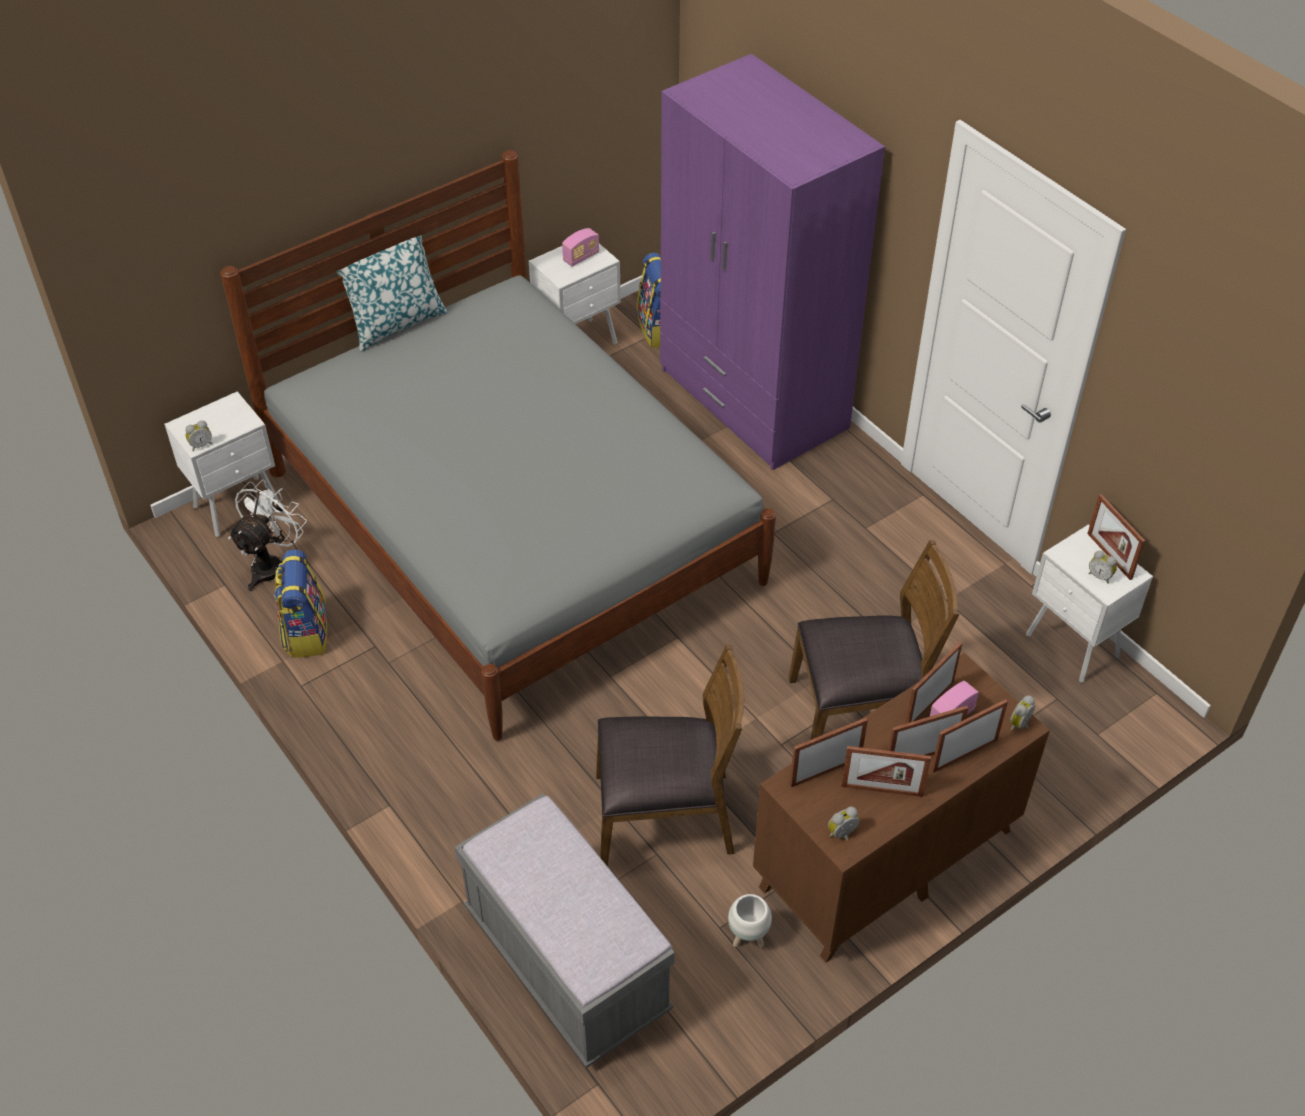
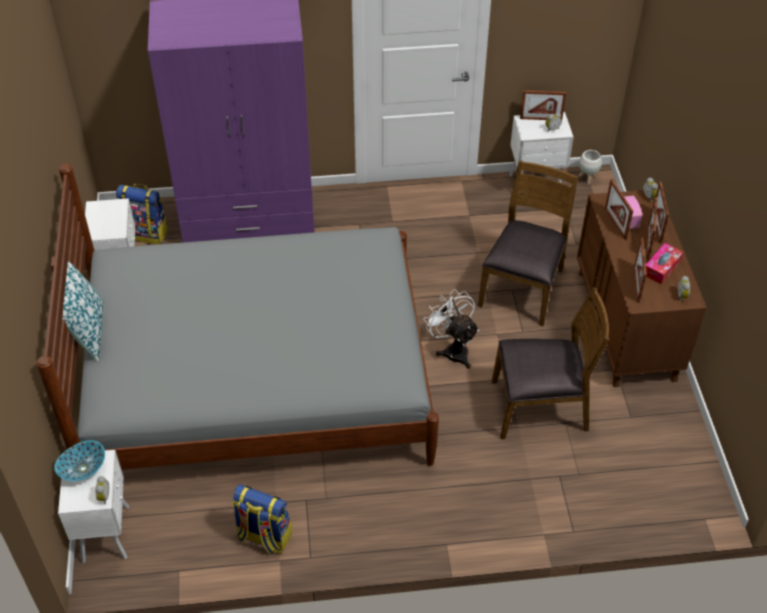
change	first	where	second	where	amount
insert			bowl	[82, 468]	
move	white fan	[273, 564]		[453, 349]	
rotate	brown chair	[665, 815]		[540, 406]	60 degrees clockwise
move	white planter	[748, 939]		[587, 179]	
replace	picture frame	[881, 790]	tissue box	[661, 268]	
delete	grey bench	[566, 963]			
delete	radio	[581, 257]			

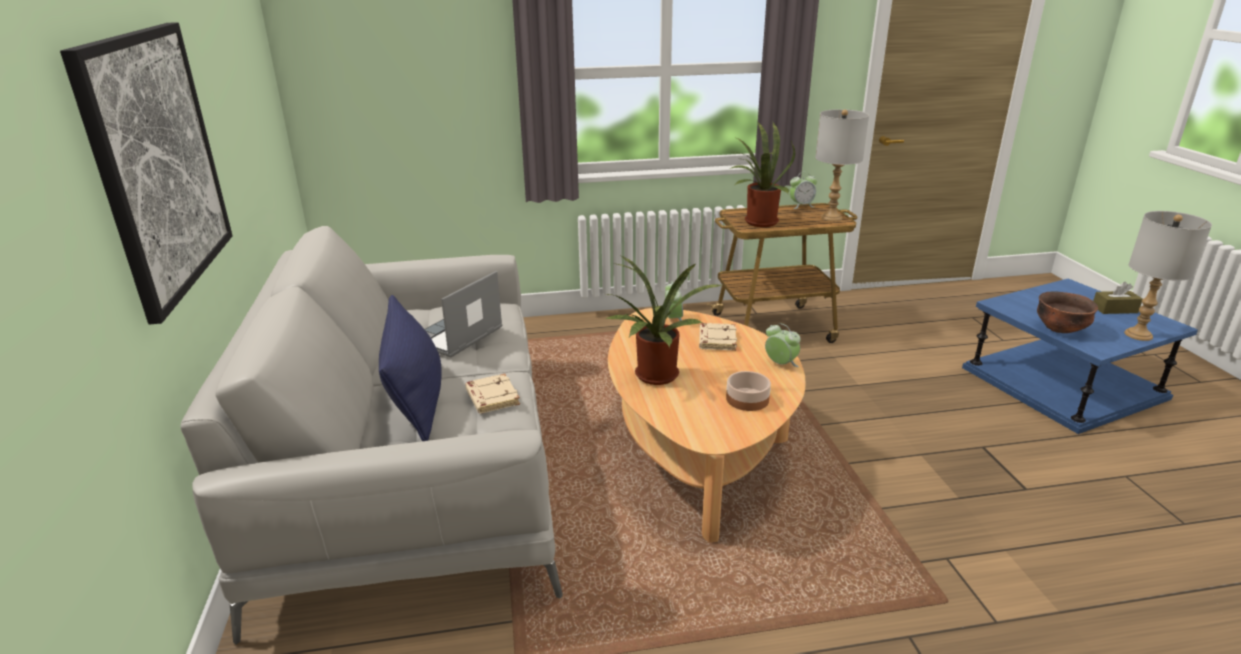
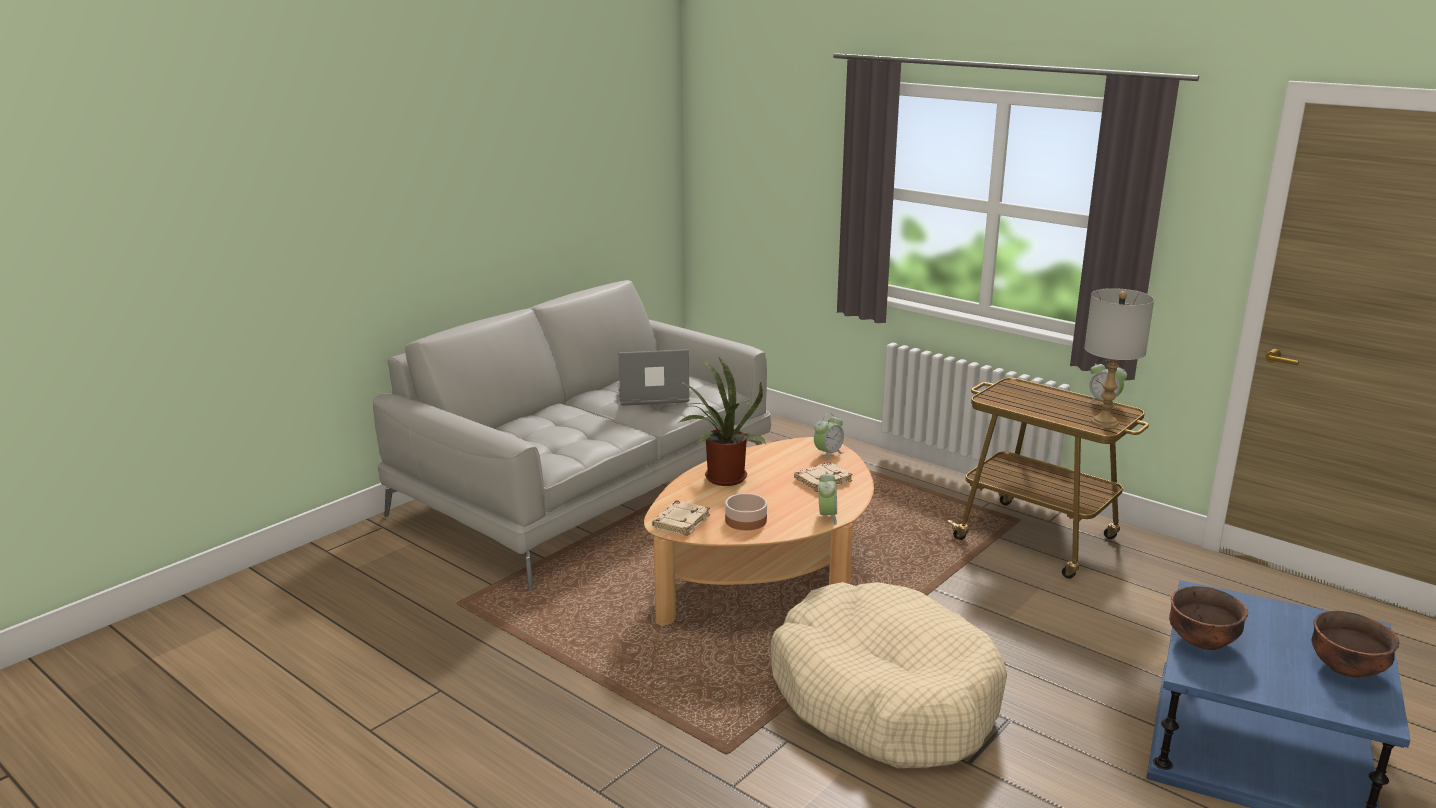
change	first	where	second	where	amount
move	beige book	[491, 398]		[680, 521]	
insert			beige dog bed	[884, 697]	
replace	brown tissue box	[1114, 309]	brown bowl	[1347, 669]	
delete	picture	[158, 163]			
delete	blue pillow	[416, 398]			
delete	potted plant	[757, 222]			
delete	grey table lamp	[1138, 335]			

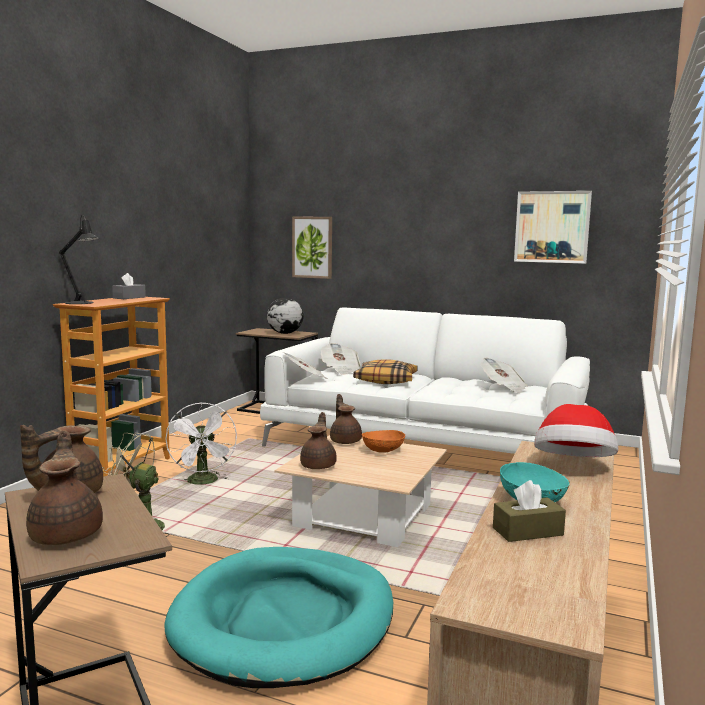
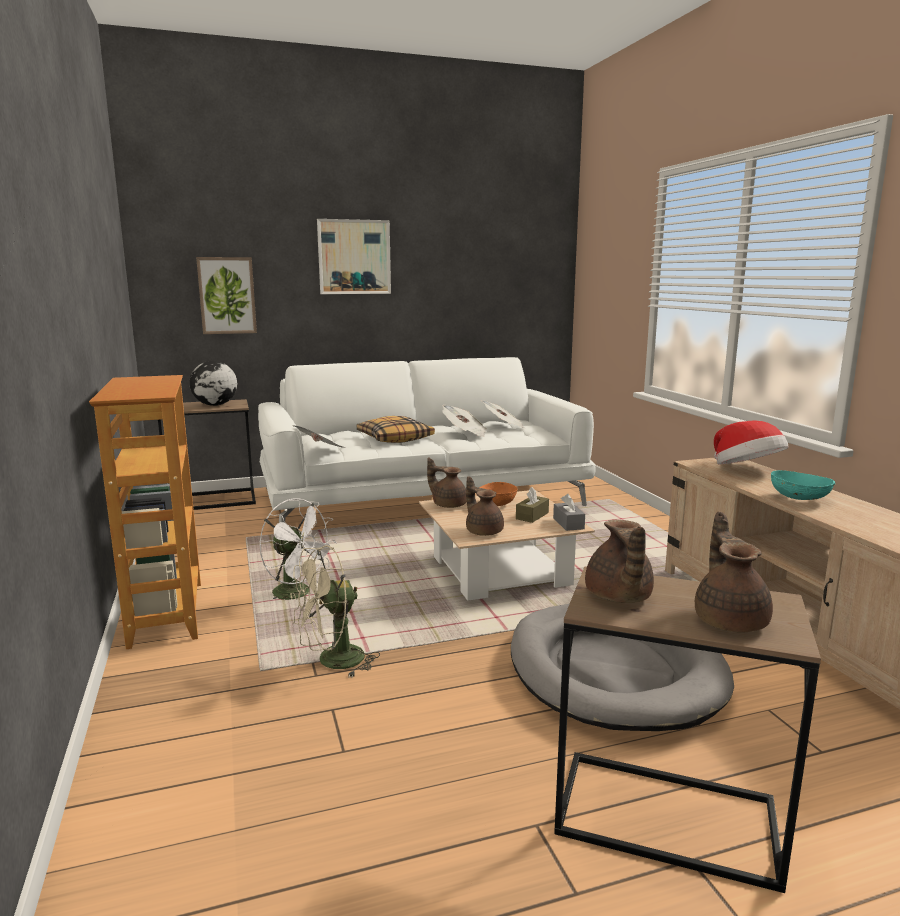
change	first	where	second	where	amount
move	picture	[552, 227]		[354, 257]	
move	newspaper	[340, 370]		[465, 433]	
recolor	turquoise dog bed	[284, 620]	grey dog bed	[614, 670]	
move	brown tissue box	[527, 531]		[532, 516]	
move	grey tissue box	[129, 297]		[568, 523]	
rotate	brown teapot	[67, 533]		[730, 619]	60 degrees clockwise
delete	black table lamp	[82, 303]			

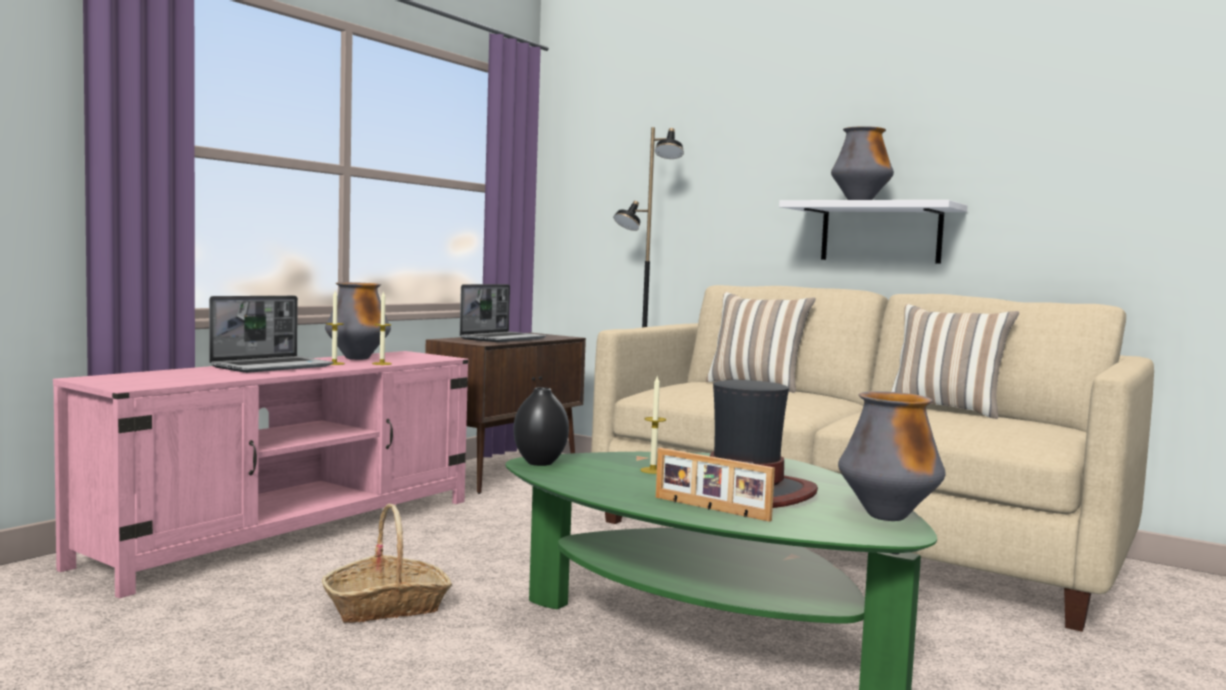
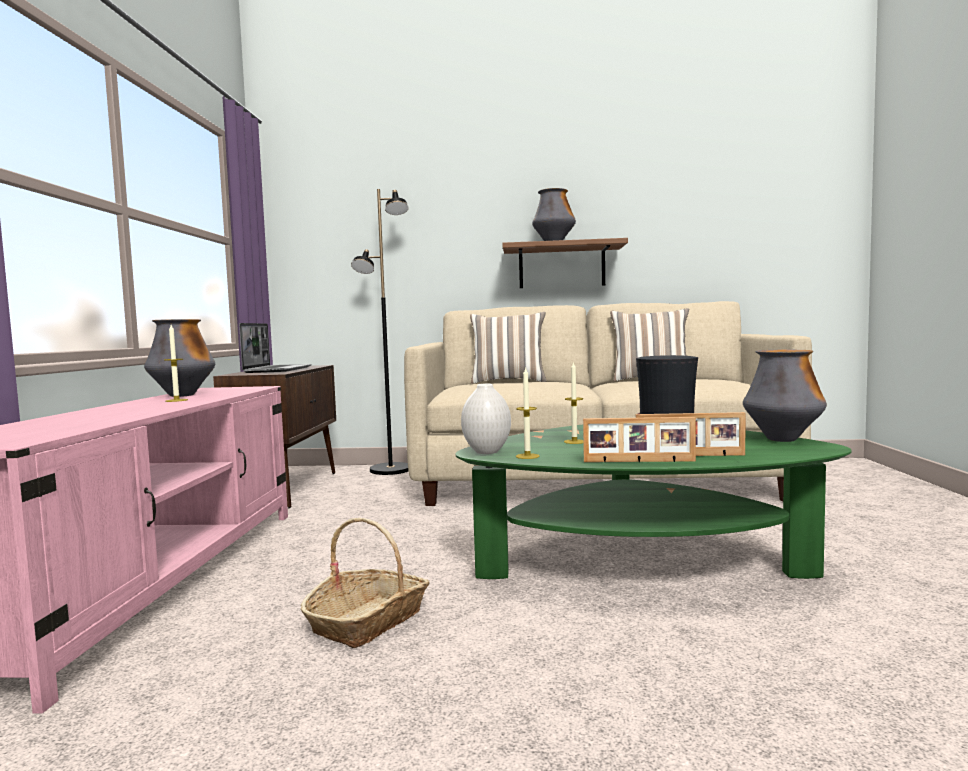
change	first	where	second	where	amount
recolor	black vase	[539, 463]	white vase	[486, 452]	
recolor	white shelf	[880, 233]	brown shelf	[561, 266]	
move	candle	[382, 363]		[527, 456]	
insert			picture frame	[639, 461]	
delete	laptop	[273, 367]			

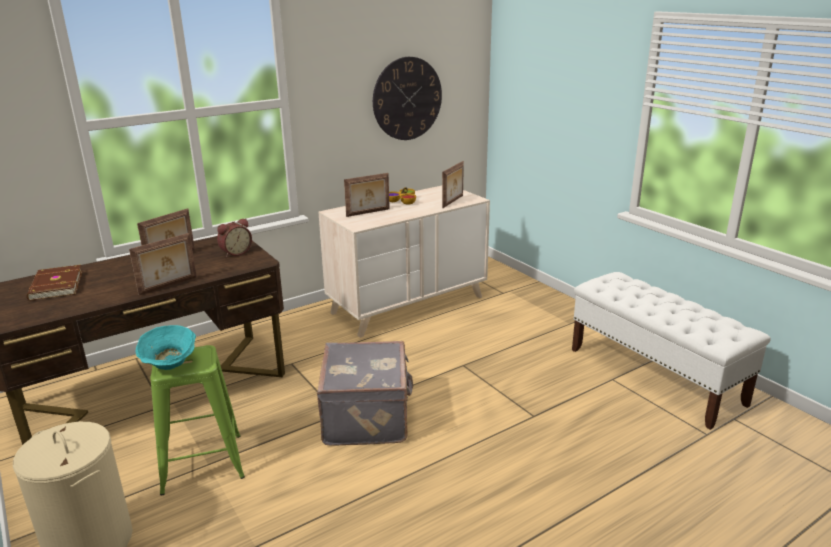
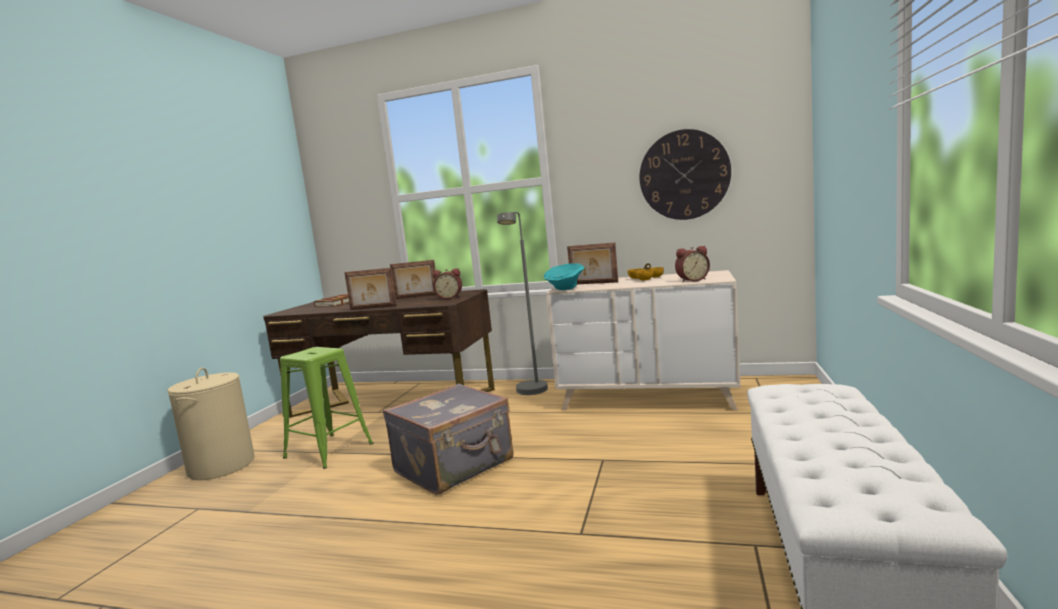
change	first	where	second	where	amount
insert			grey floor lamp	[531, 393]	
move	turquoise bowl	[170, 365]		[565, 289]	
replace	picture frame	[453, 201]	alarm clock	[692, 280]	

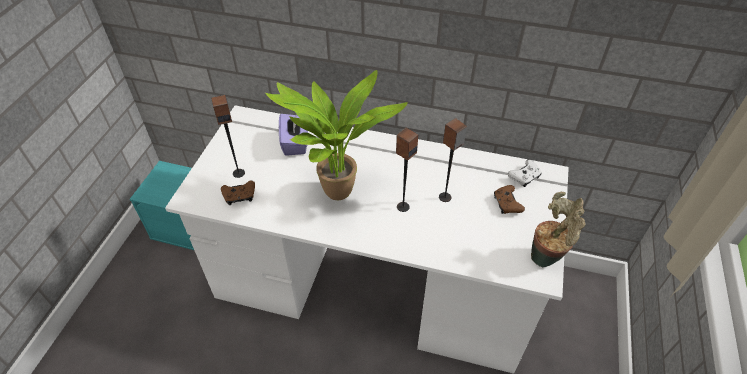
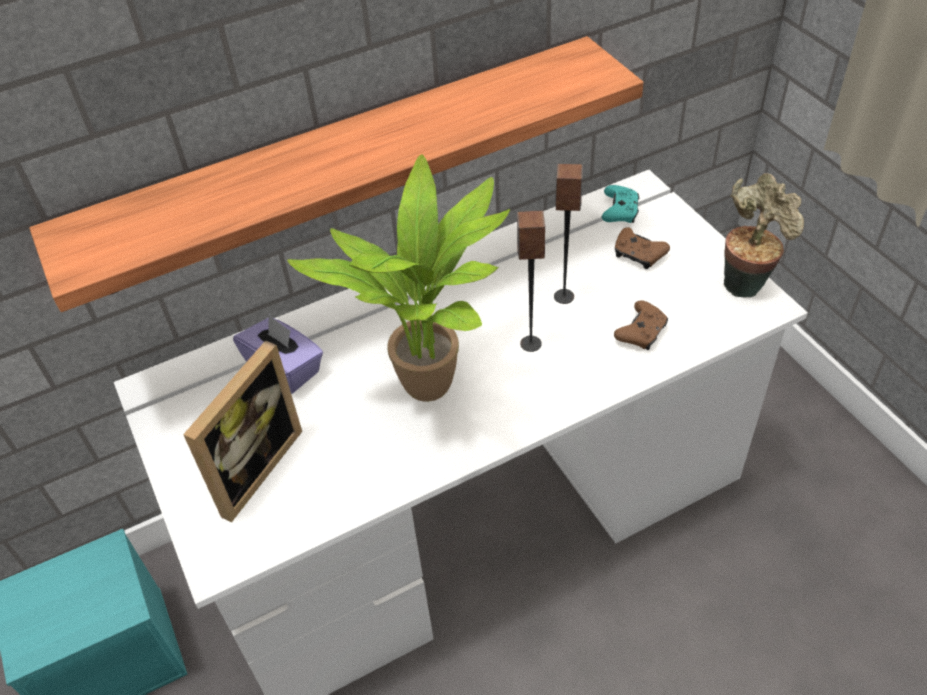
change	first	where	second	where	amount
insert			shelf	[340, 165]	
replace	speaker	[238, 173]	picture frame	[251, 467]	
recolor	white game controller	[524, 177]	turquoise game controller	[620, 211]	
move	brown game controller	[239, 196]		[641, 332]	

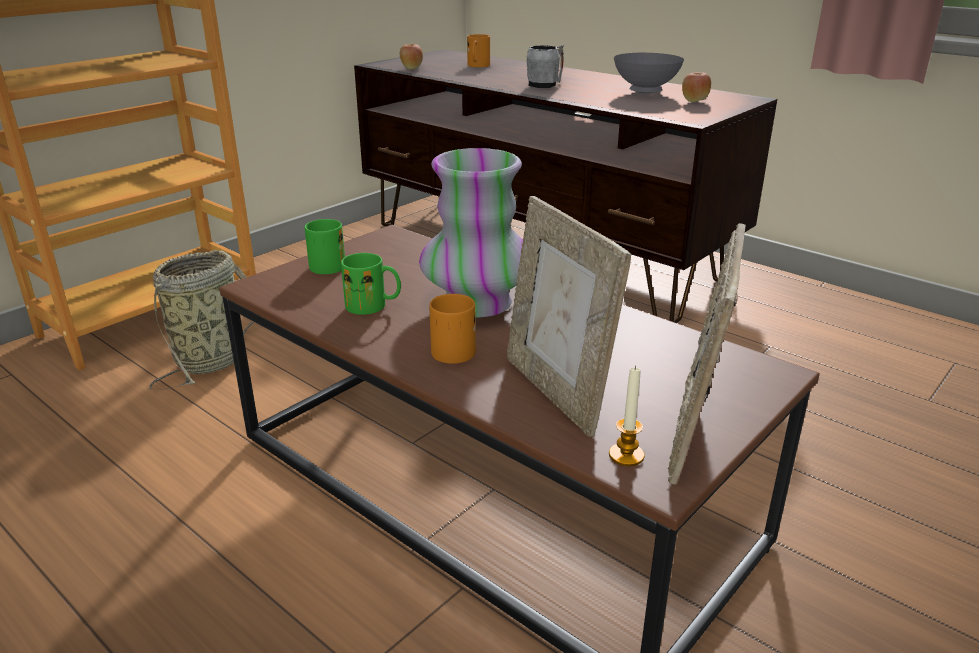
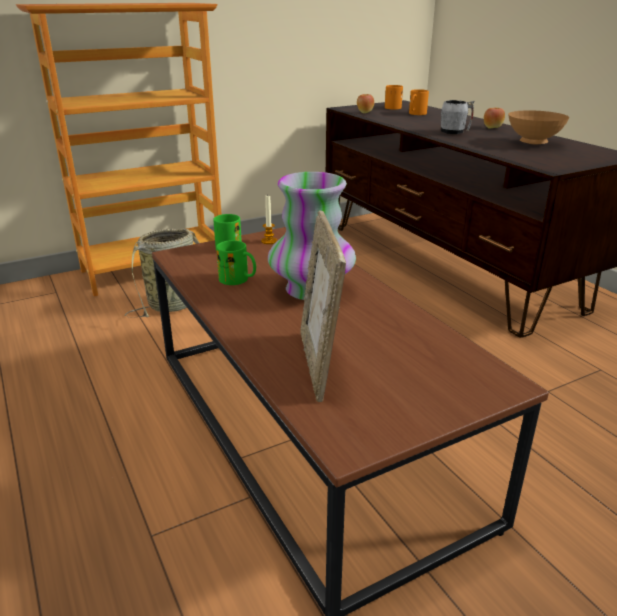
change	first	where	second	where	amount
move	candle	[626, 455]		[269, 241]	
move	orange mug	[448, 348]		[391, 107]	
move	apple	[694, 101]		[492, 128]	
recolor	grey bowl	[646, 92]	brown bowl	[534, 143]	
delete	picture frame	[695, 434]			

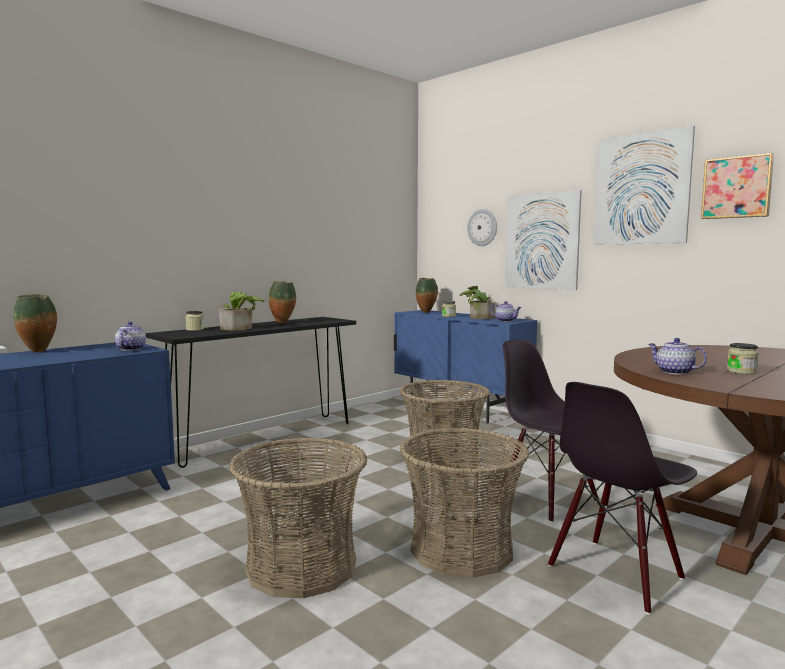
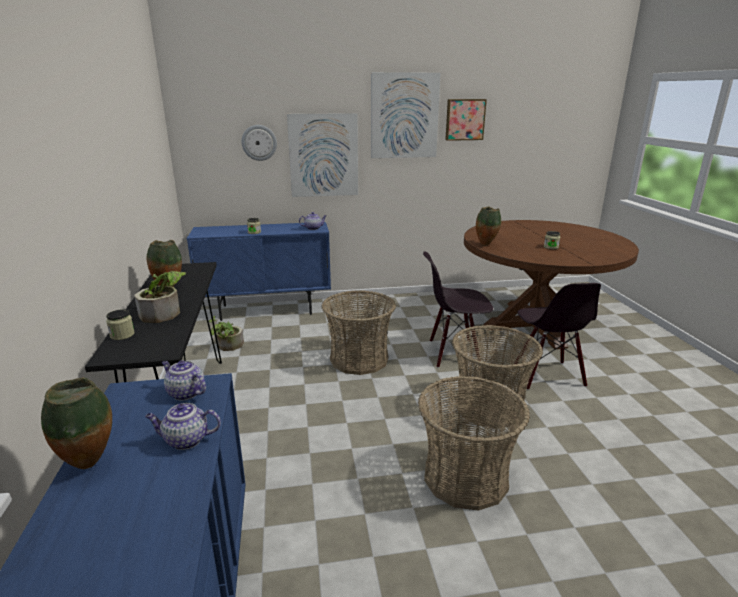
change	first	where	second	where	amount
move	teapot	[673, 372]		[185, 440]	
move	potted plant	[478, 317]		[227, 346]	
move	vase	[426, 312]		[486, 244]	

